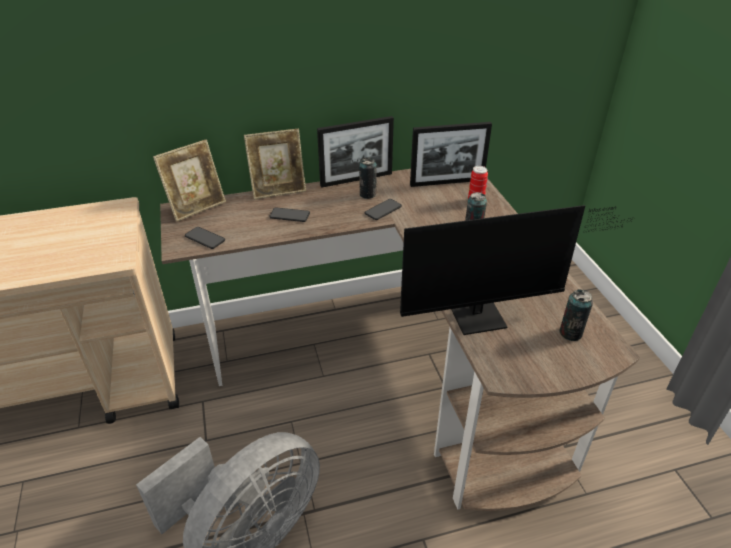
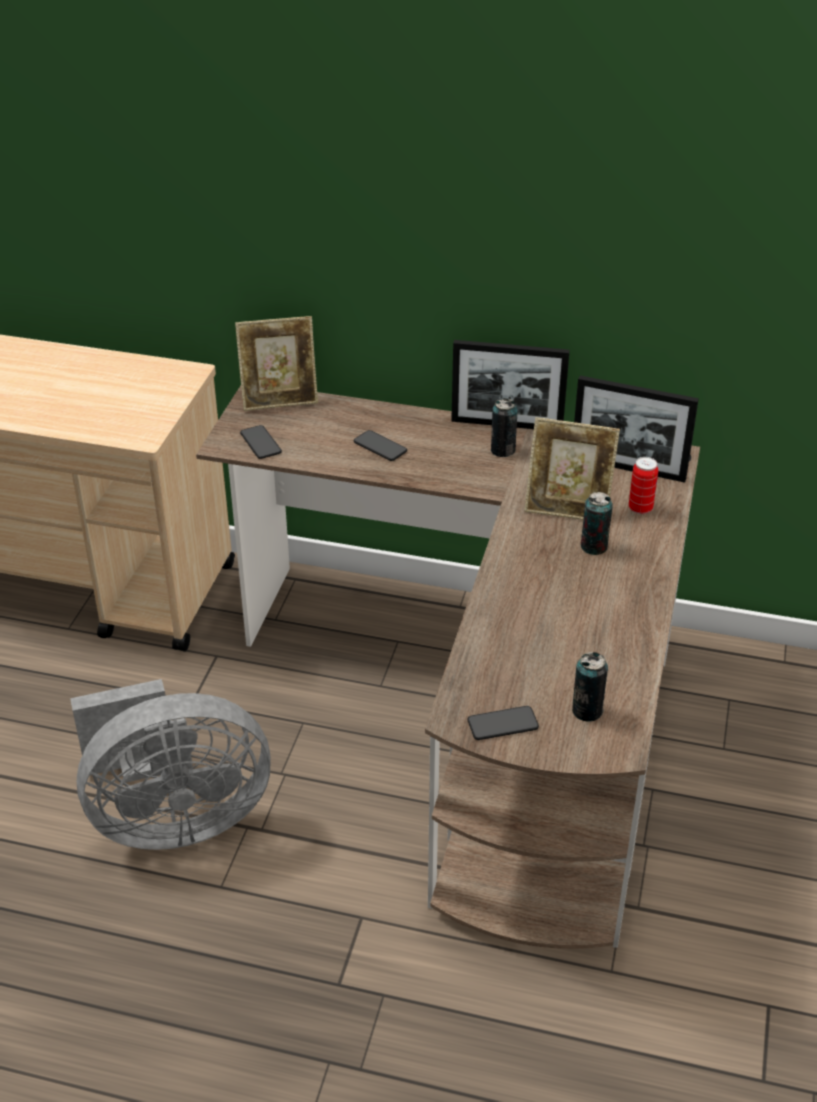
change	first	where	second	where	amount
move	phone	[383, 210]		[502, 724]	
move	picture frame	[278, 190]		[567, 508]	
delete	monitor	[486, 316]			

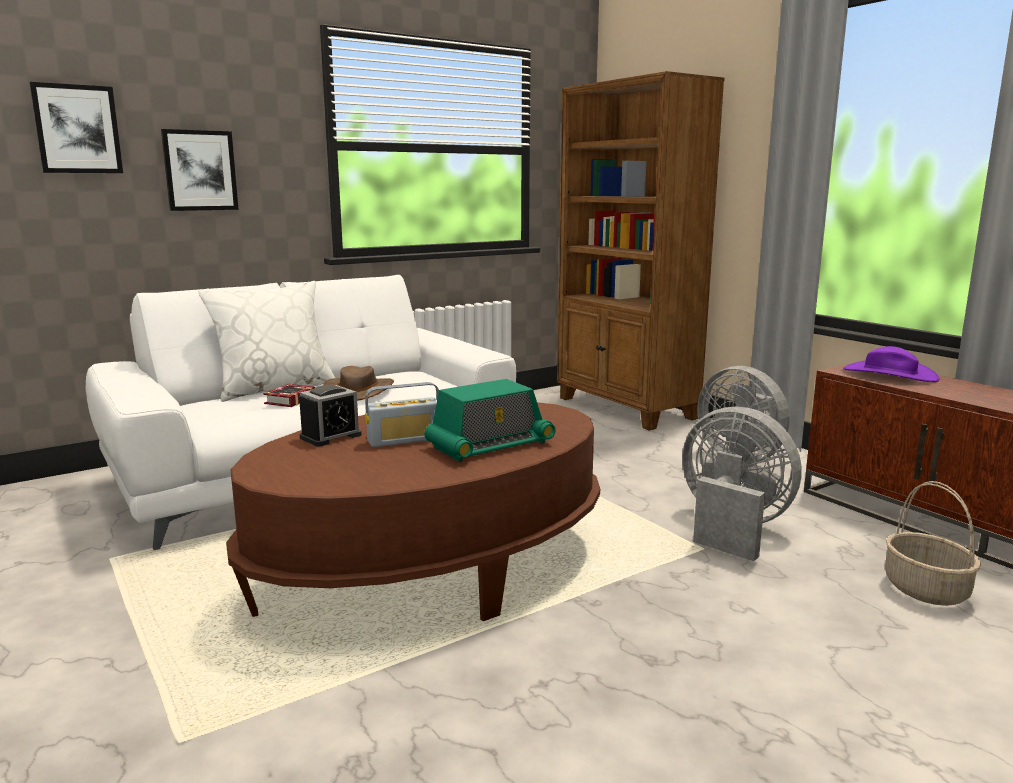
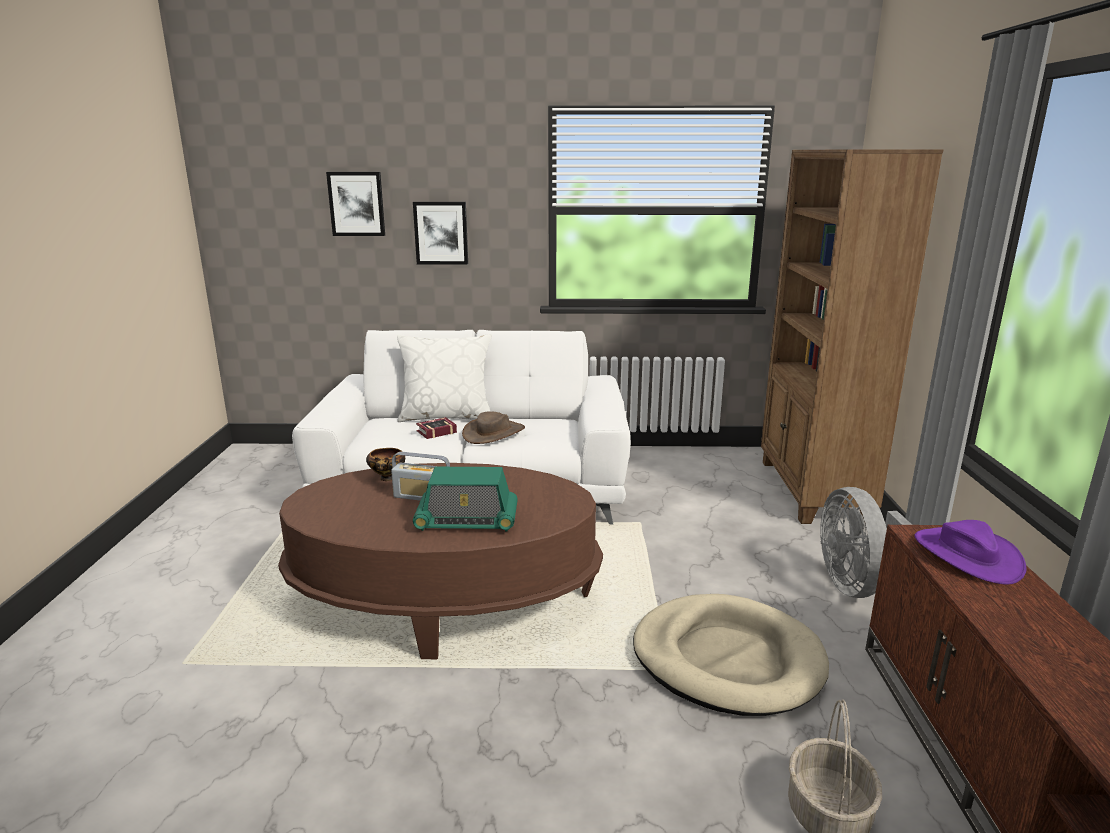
change	first	where	second	where	amount
replace	alarm clock	[330, 436]	bowl	[387, 478]	
replace	grey fan	[732, 528]	beige dog bed	[727, 659]	

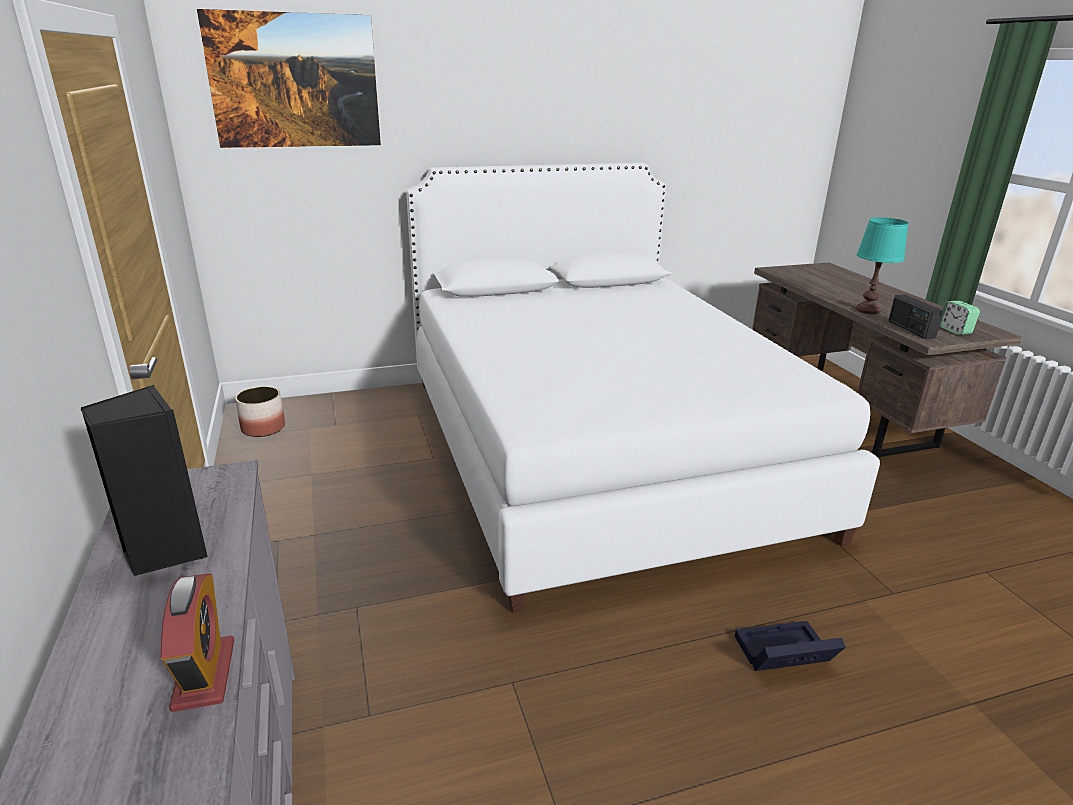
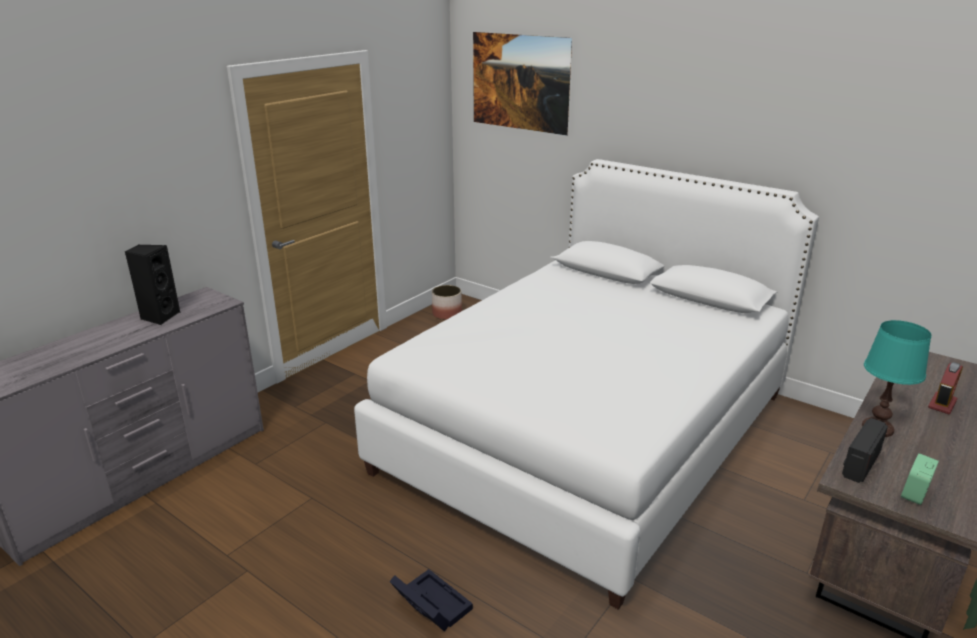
change	first	where	second	where	amount
move	alarm clock	[204, 675]		[942, 404]	

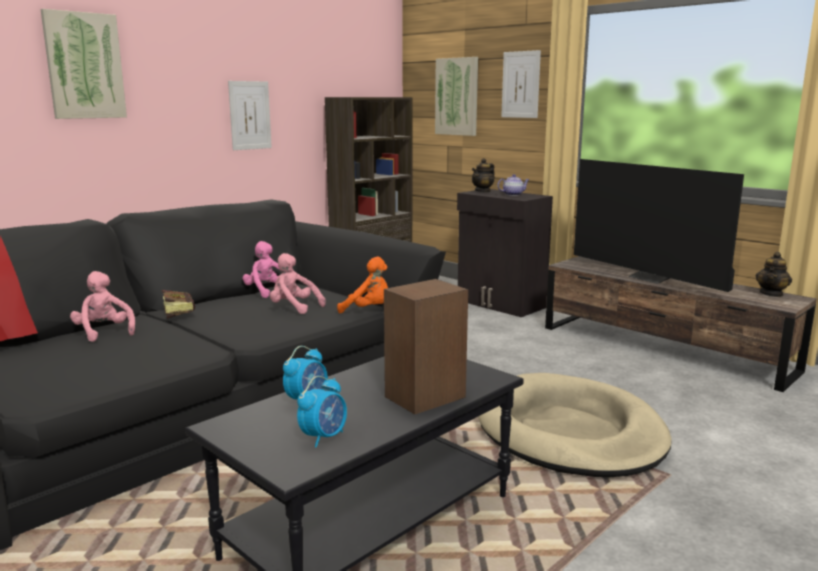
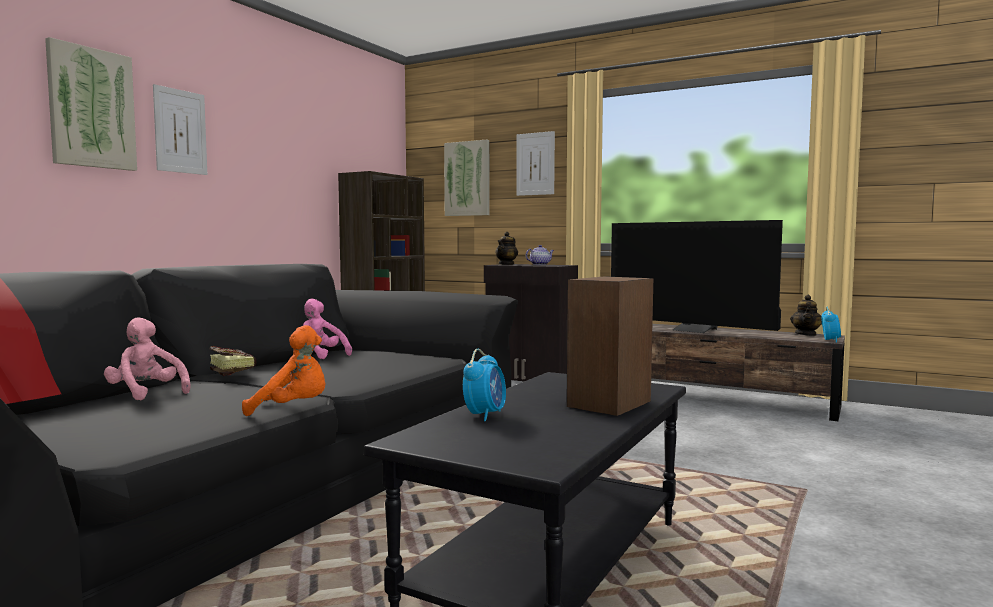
change	first	where	second	where	amount
move	picture	[250, 115]		[180, 131]	
move	orange plush toy	[368, 310]		[293, 409]	
move	alarm clock	[324, 437]		[830, 340]	
delete	pink plush toy	[294, 308]			
delete	beige dog bed	[569, 432]			

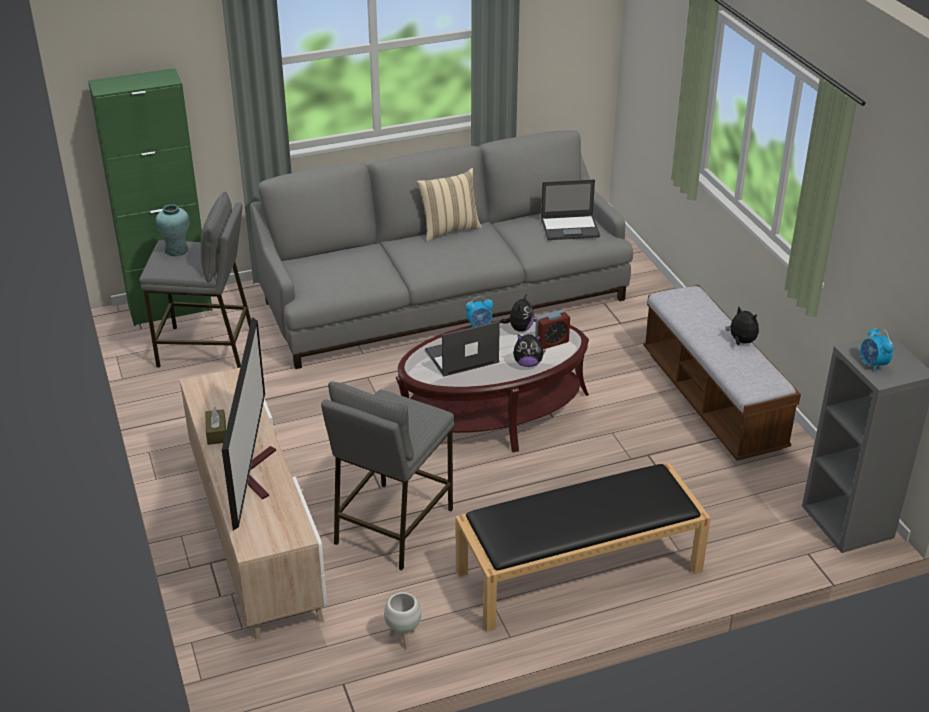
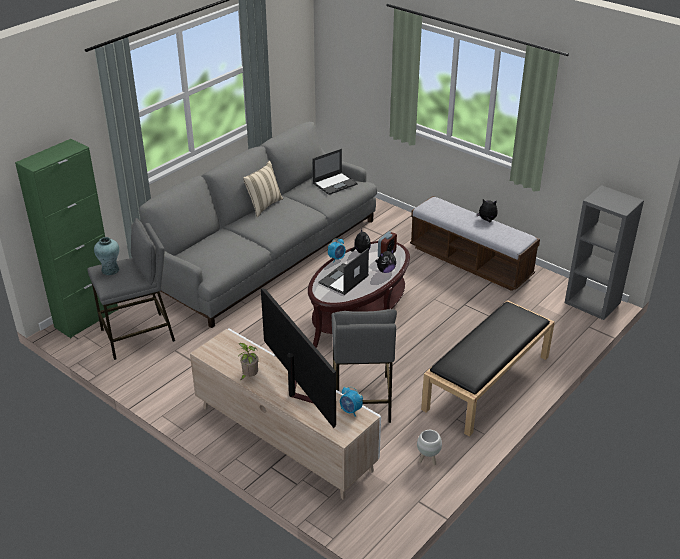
change	first	where	second	where	amount
replace	brown tissue box	[216, 432]	potted plant	[249, 377]	
move	alarm clock	[873, 364]		[350, 410]	

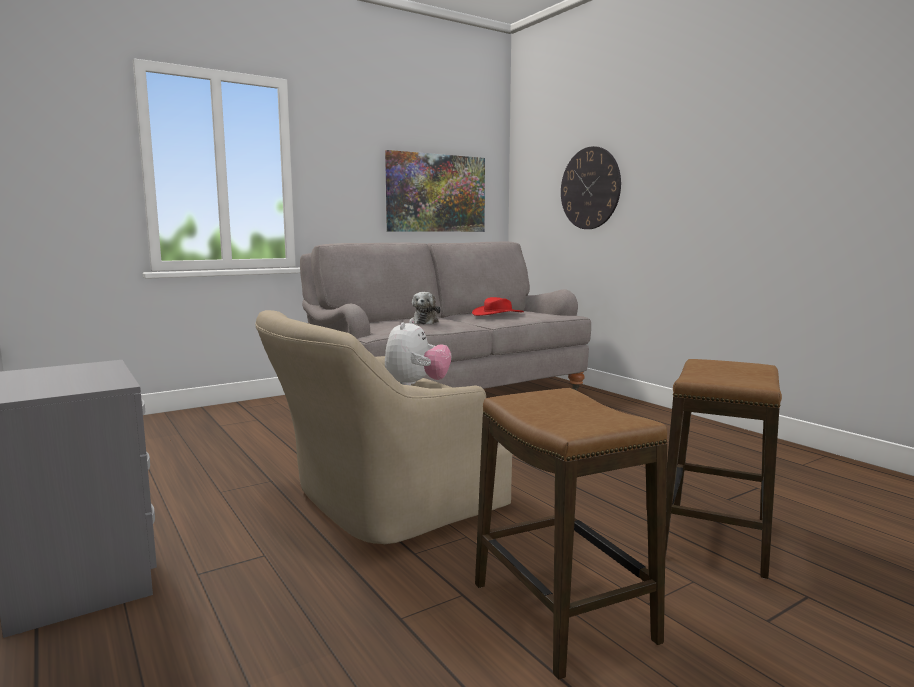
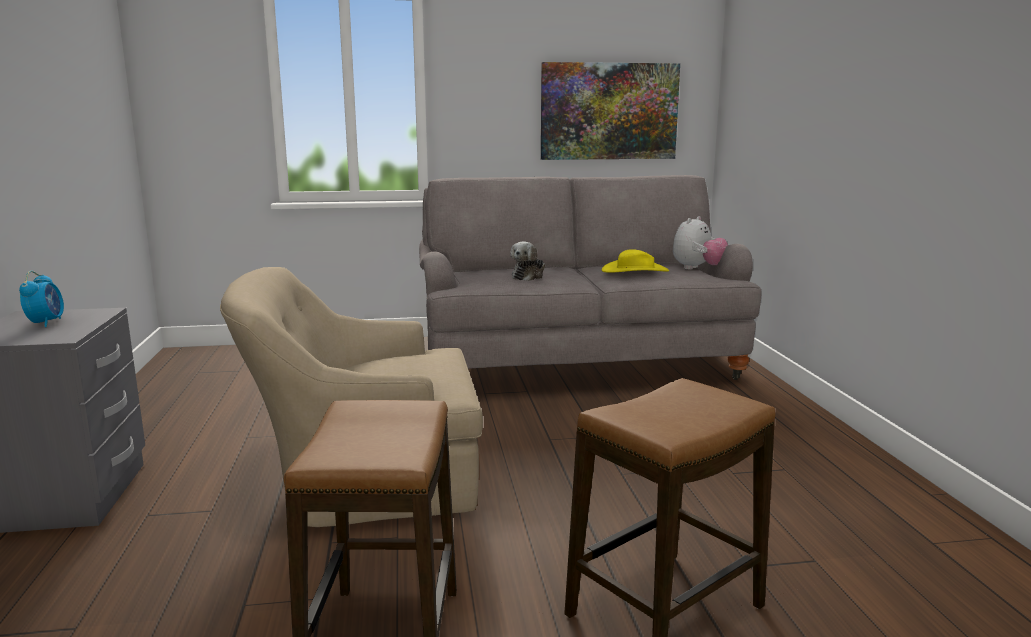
change	first	where	second	where	amount
insert			alarm clock	[46, 323]	
recolor	red hat	[498, 313]	yellow hat	[635, 271]	
move	plush toy	[416, 385]		[697, 269]	
delete	wall clock	[590, 188]			

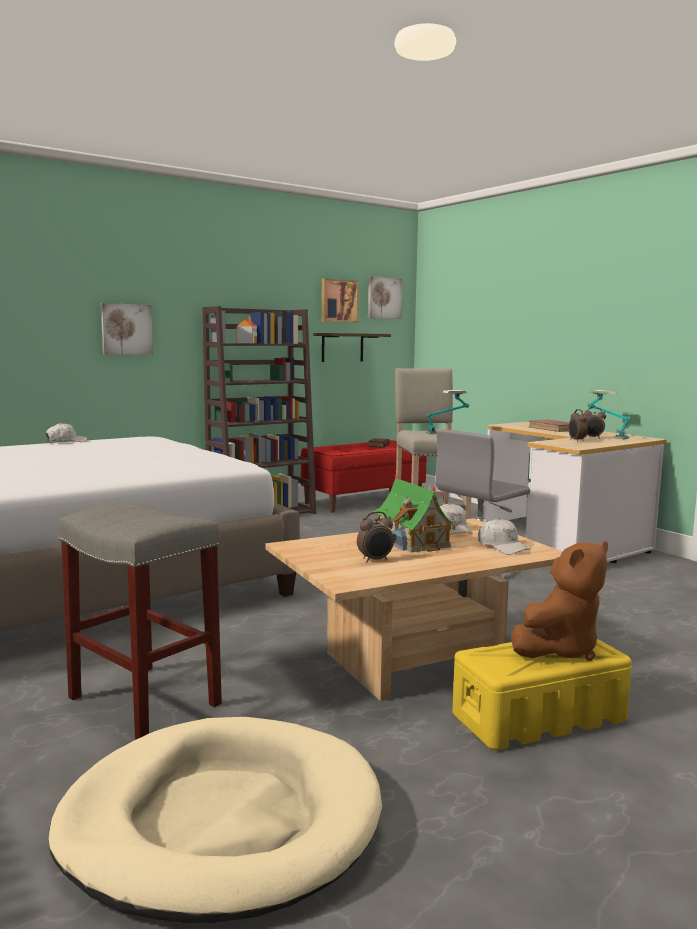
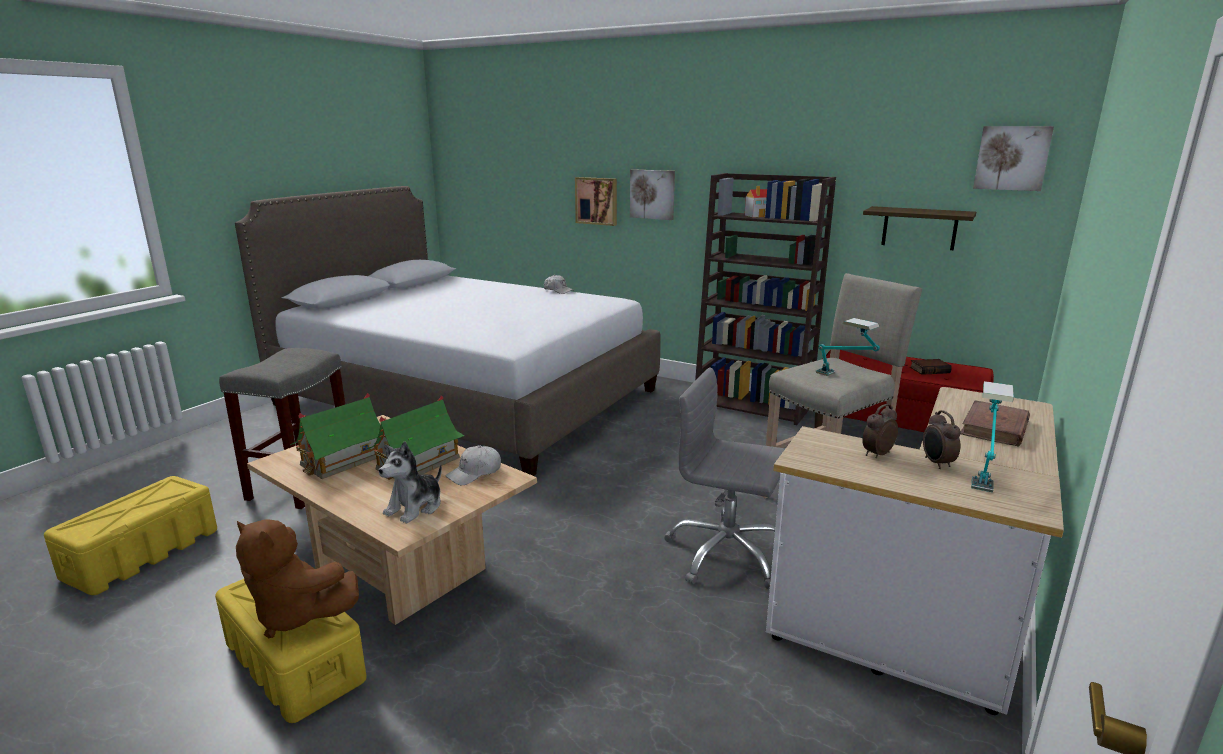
change	first	where	second	where	amount
replace	beige dog bed	[221, 822]	yellow storage box	[143, 553]	
replace	alarm clock	[375, 560]	toy house	[342, 460]	
replace	white cap	[502, 546]	plush toy	[415, 507]	
move	picture	[338, 301]		[597, 201]	

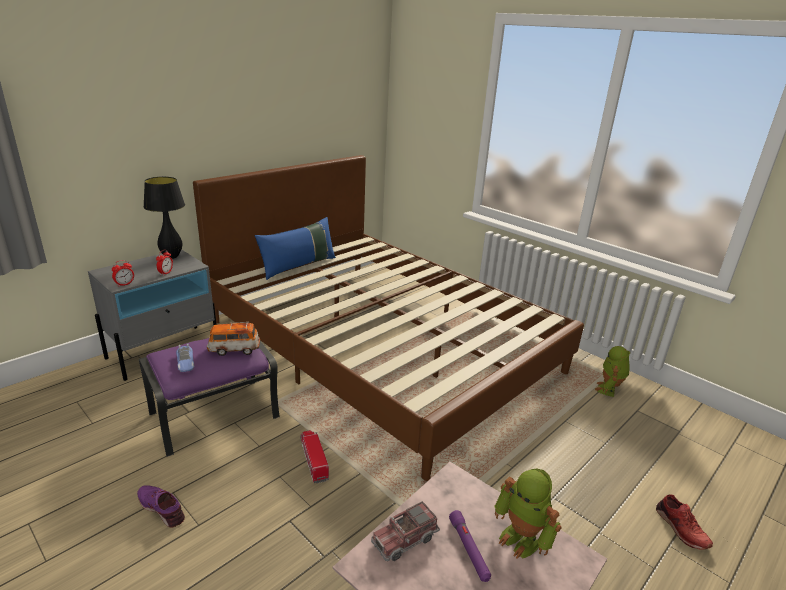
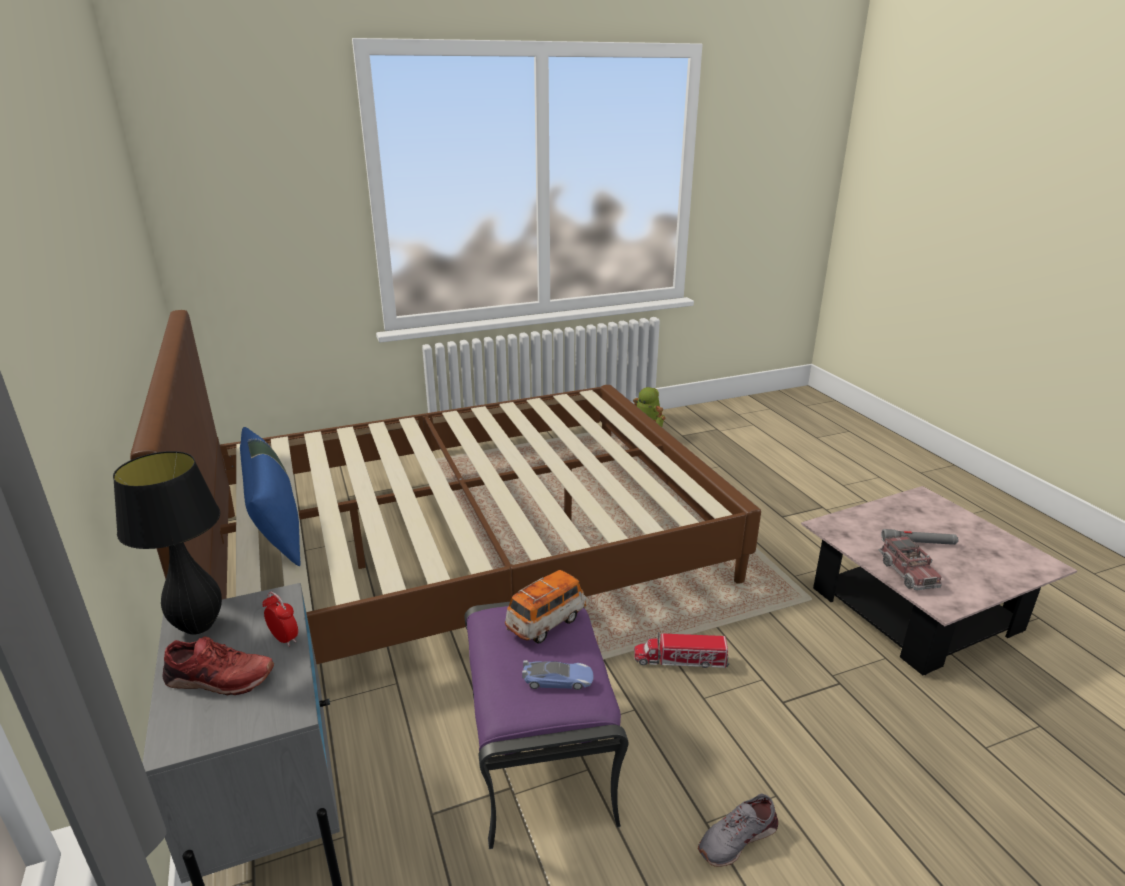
change	first	where	second	where	amount
move	red shoe	[680, 528]		[219, 679]	
rotate	toy car	[234, 349]		[546, 622]	150 degrees counterclockwise
recolor	purple shoe	[162, 508]	grey shoe	[737, 838]	
recolor	purple flashlight	[469, 549]	grey flashlight	[918, 542]	
delete	alarm clock	[125, 284]			
delete	toy robot	[522, 538]			

